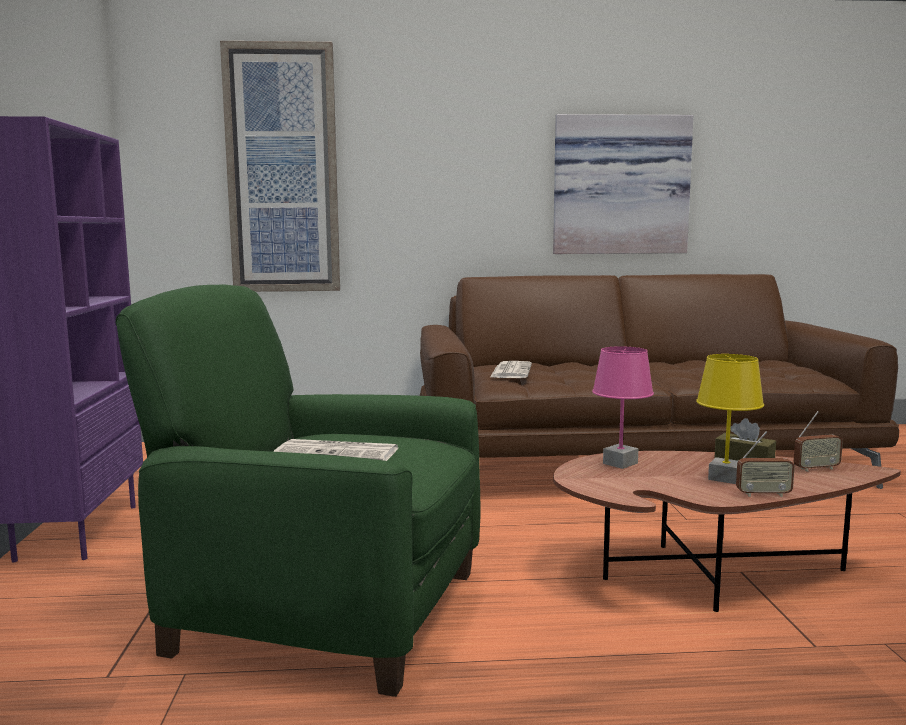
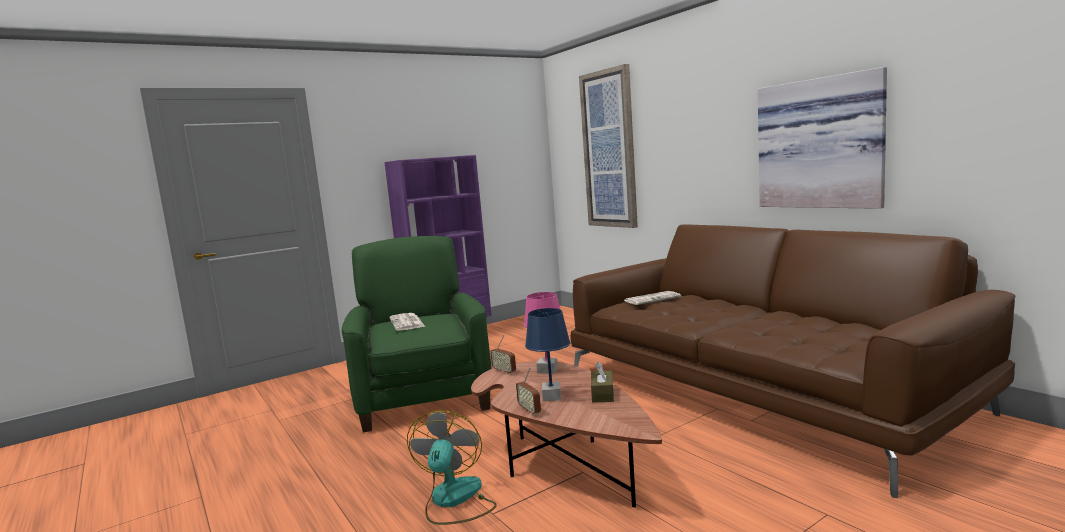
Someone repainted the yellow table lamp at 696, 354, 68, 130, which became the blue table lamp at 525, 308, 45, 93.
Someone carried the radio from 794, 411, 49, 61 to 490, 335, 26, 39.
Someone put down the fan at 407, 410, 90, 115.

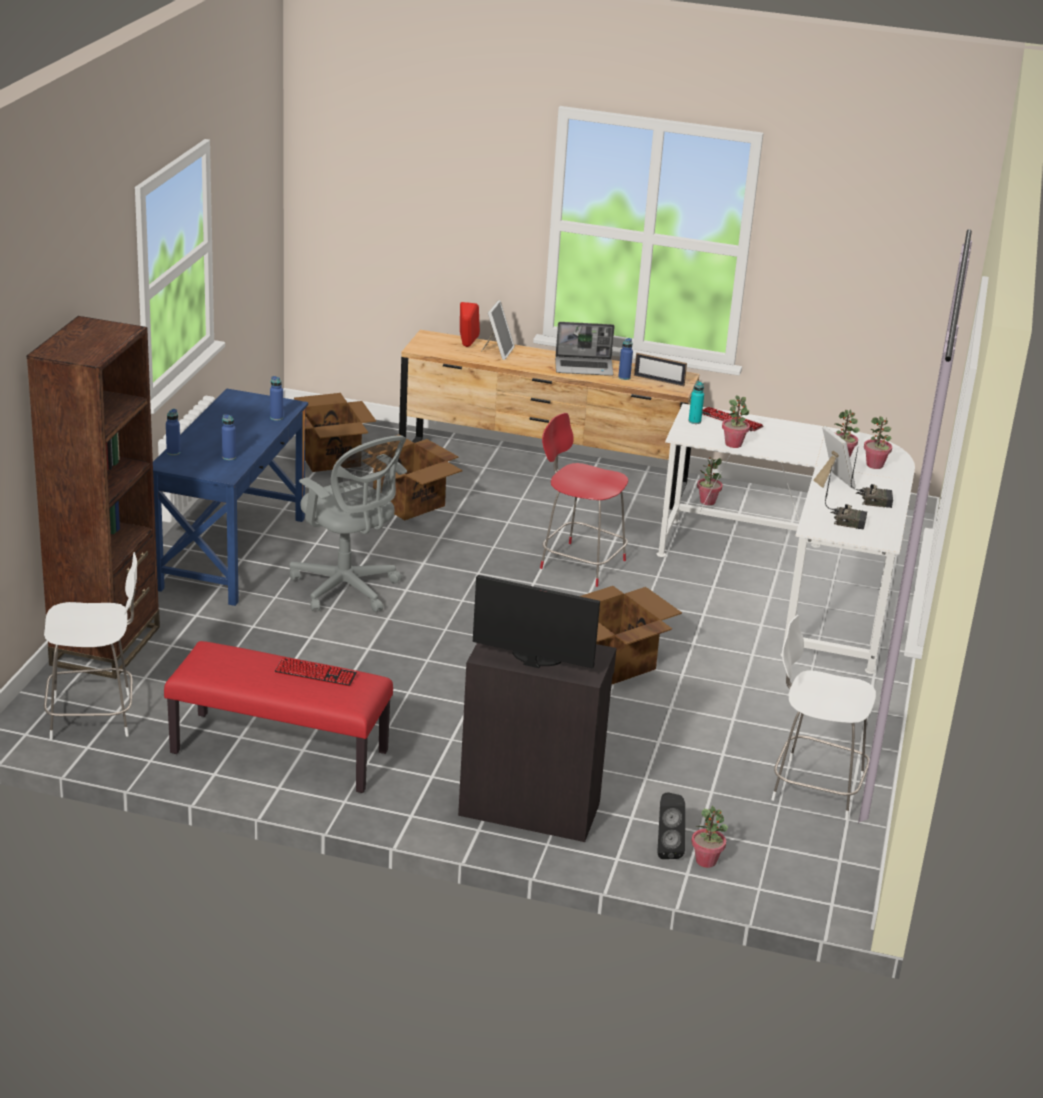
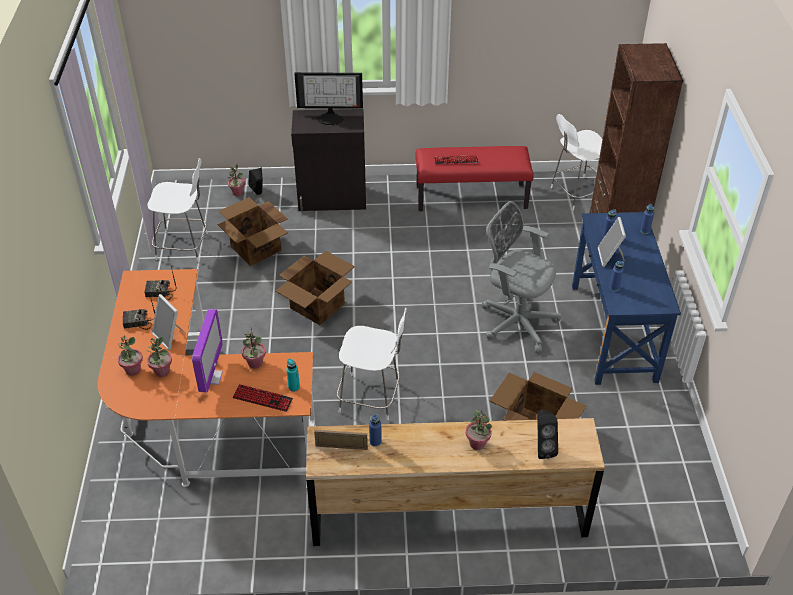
Someone carried the cardboard box from 294, 393, 82, 79 to 218, 197, 70, 69.
Someone repainted the red speaker at 460, 302, 20, 45, which became the black speaker at 538, 410, 20, 49.
Someone carried the picture frame from 481, 300, 34, 60 to 598, 217, 28, 50.
Someone repainted the red chair at 540, 413, 88, 174, which became the white chair at 337, 308, 70, 113.
Someone took away the laptop at 555, 322, 60, 54.
Someone repainted the white desk at 657, 404, 258, 270, which became the orange desk at 98, 269, 217, 218.
Someone carried the potted plant from 697, 457, 26, 48 to 466, 409, 26, 41.
Someone put down the monitor at 192, 309, 31, 84.

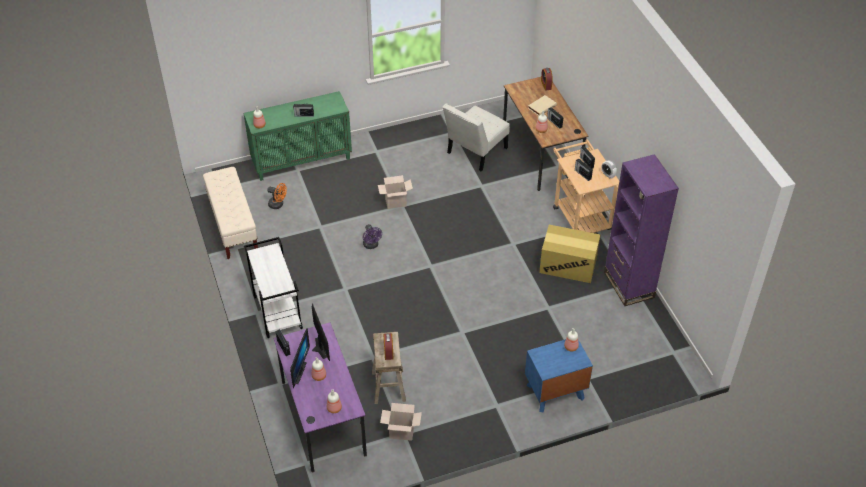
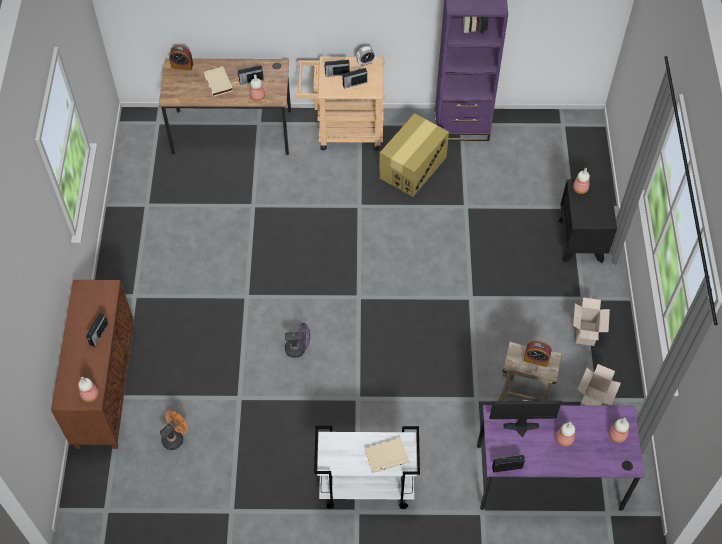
Someone took away the beige bench at 203, 167, 55, 92.
Someone repainted the green cabinet at 244, 91, 108, 90, which became the brown cabinet at 51, 280, 83, 169.
Someone took away the monitor at 290, 328, 20, 60.
Someone carried the cardboard box from 378, 175, 35, 34 to 573, 297, 37, 49.
Someone took away the white chair at 443, 103, 67, 68.
Someone repainted the blue nightstand at 525, 339, 68, 74, which became the black nightstand at 558, 179, 59, 84.
Someone put down the beige book at 365, 438, 44, 35.

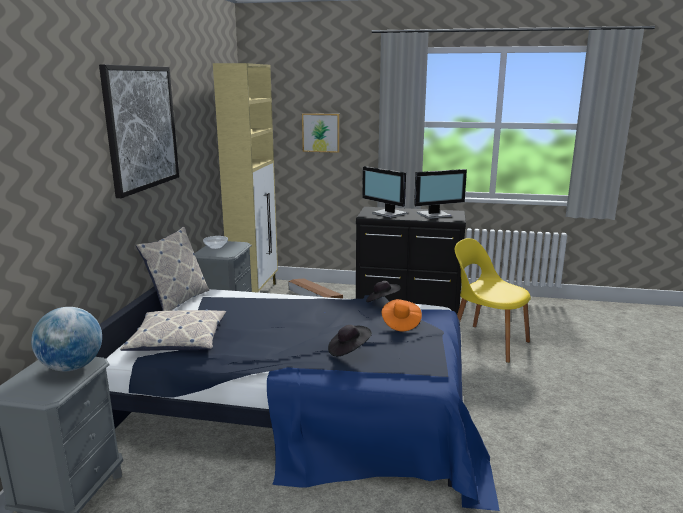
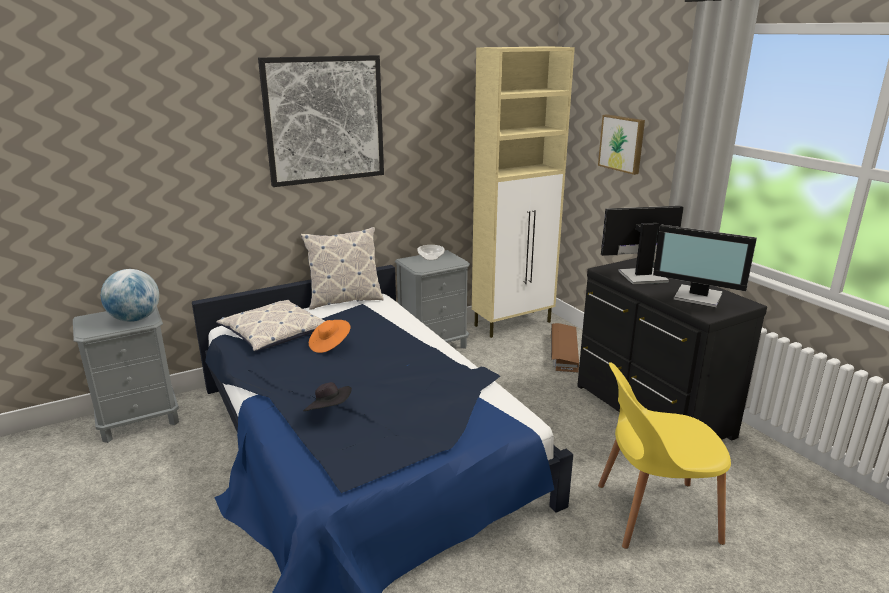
Someone rotated the monitor at 362, 166, 45, 52 by 75 degrees clockwise.
Someone took away the black hat at 366, 281, 35, 21.
Someone carried the orange hat from 382, 299, 40, 32 to 309, 320, 42, 33.
Someone rotated the yellow chair at 455, 238, 76, 125 by 90 degrees counterclockwise.

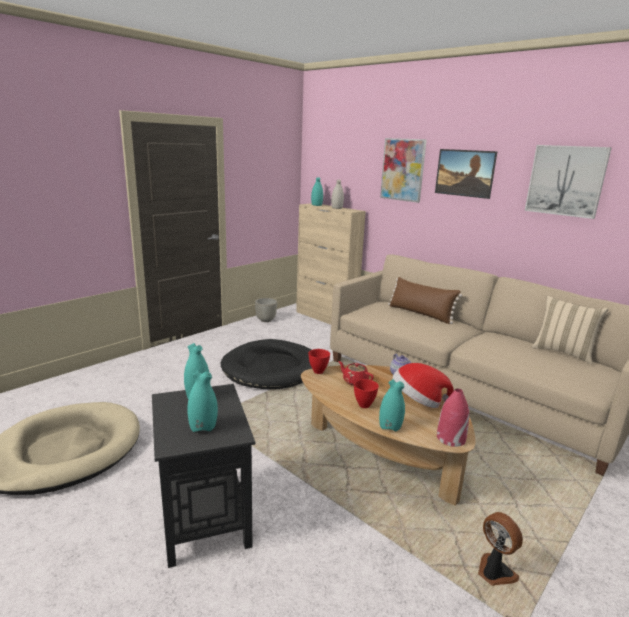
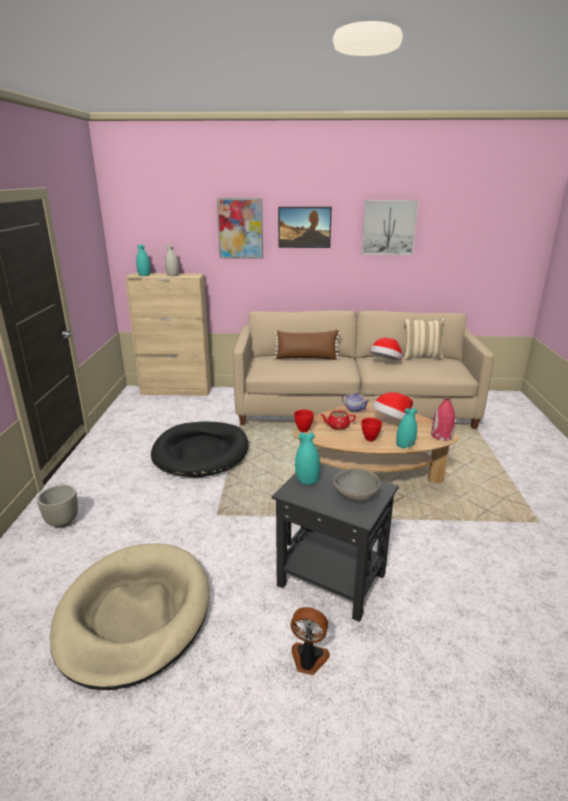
Someone swapped the turquoise vase at 187, 370, 31, 62 for the grey bowl at 333, 468, 47, 34.
Someone carried the grey planter from 255, 298, 22, 24 to 37, 485, 41, 43.
Someone carried the fan from 478, 512, 45, 74 to 290, 607, 40, 68.
Someone put down the hat at 370, 338, 32, 22.

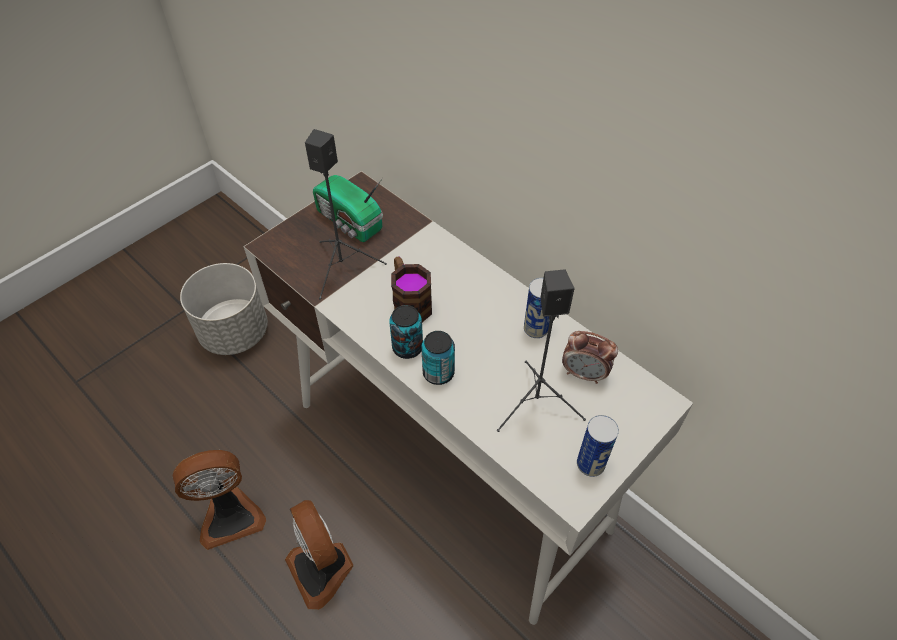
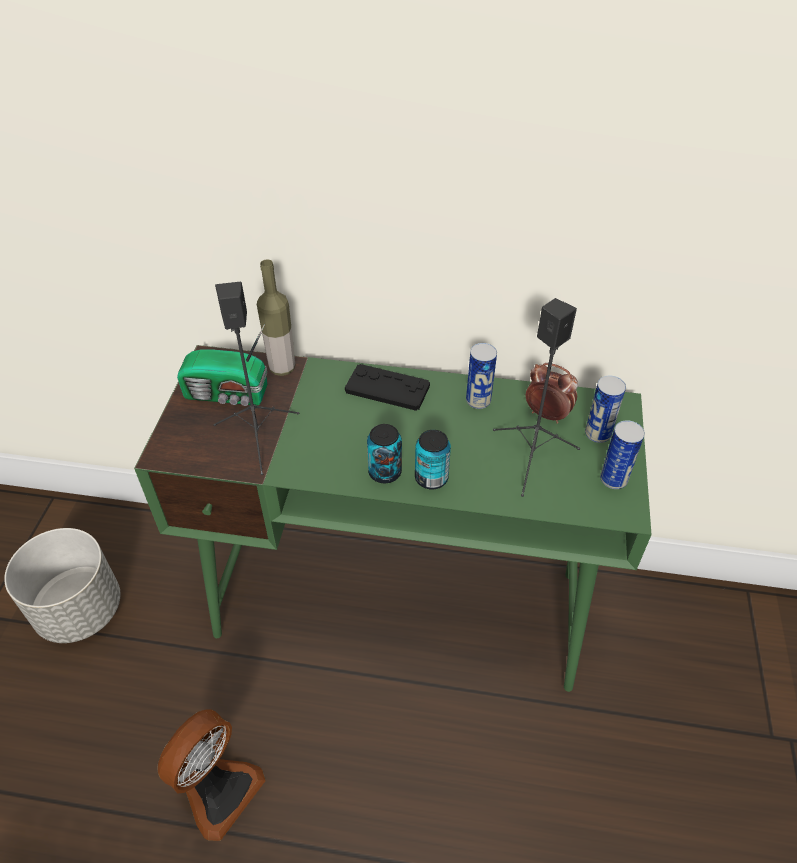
Someone repainted the white desk at 244, 171, 449, 454, which became the green desk at 134, 345, 518, 347.
Someone took away the fan at 285, 500, 68, 110.
Someone took away the mug at 391, 257, 41, 65.
Someone rotated the alarm clock at 562, 331, 56, 53 by 135 degrees counterclockwise.
Someone put down the bottle at 257, 259, 38, 117.
Someone put down the black game controller at 345, 364, 85, 47.
Someone put down the can at 585, 376, 41, 67.

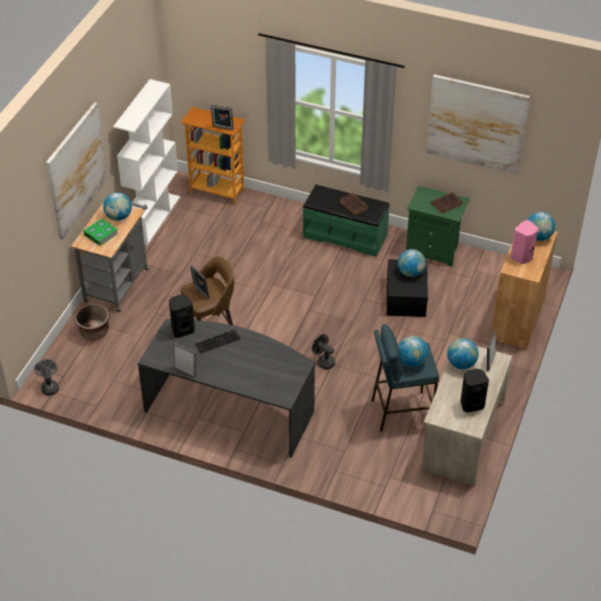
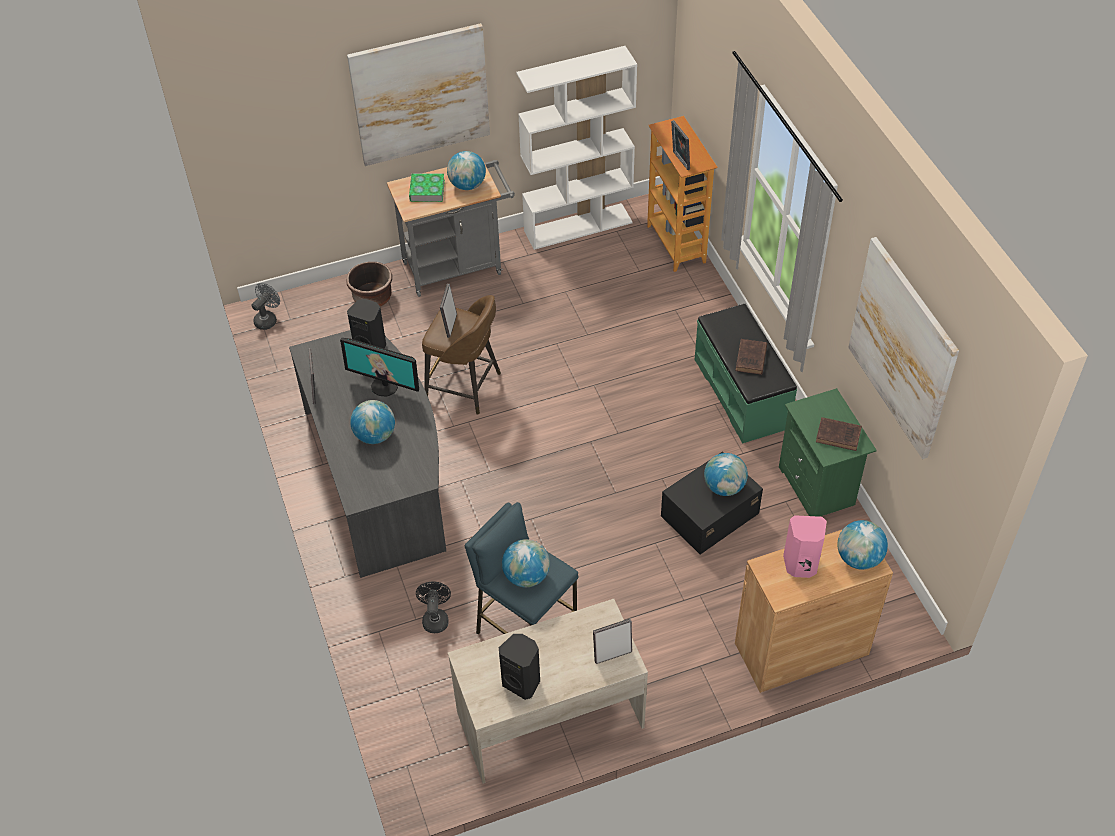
Someone swapped the keyboard at 195, 329, 46, 25 for the monitor at 340, 338, 79, 58.
Someone carried the black fan from 312, 334, 23, 36 to 416, 582, 35, 51.
Someone carried the globe from 447, 338, 32, 31 to 350, 400, 45, 44.

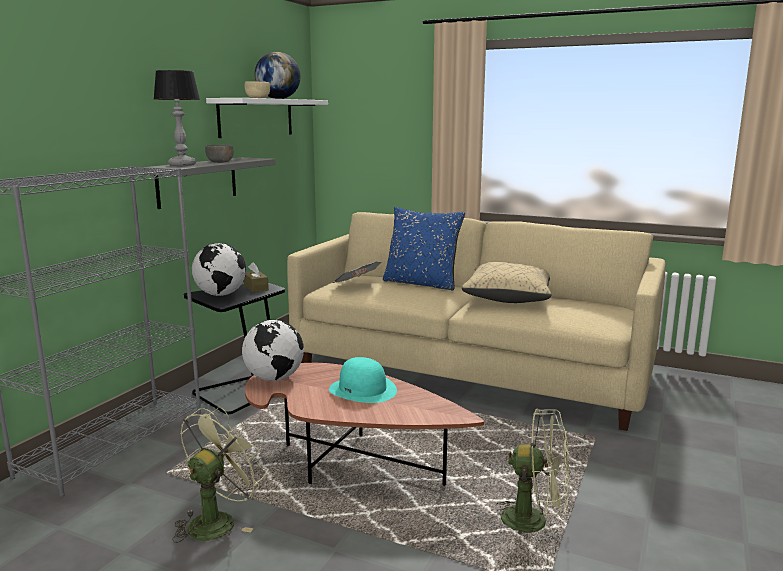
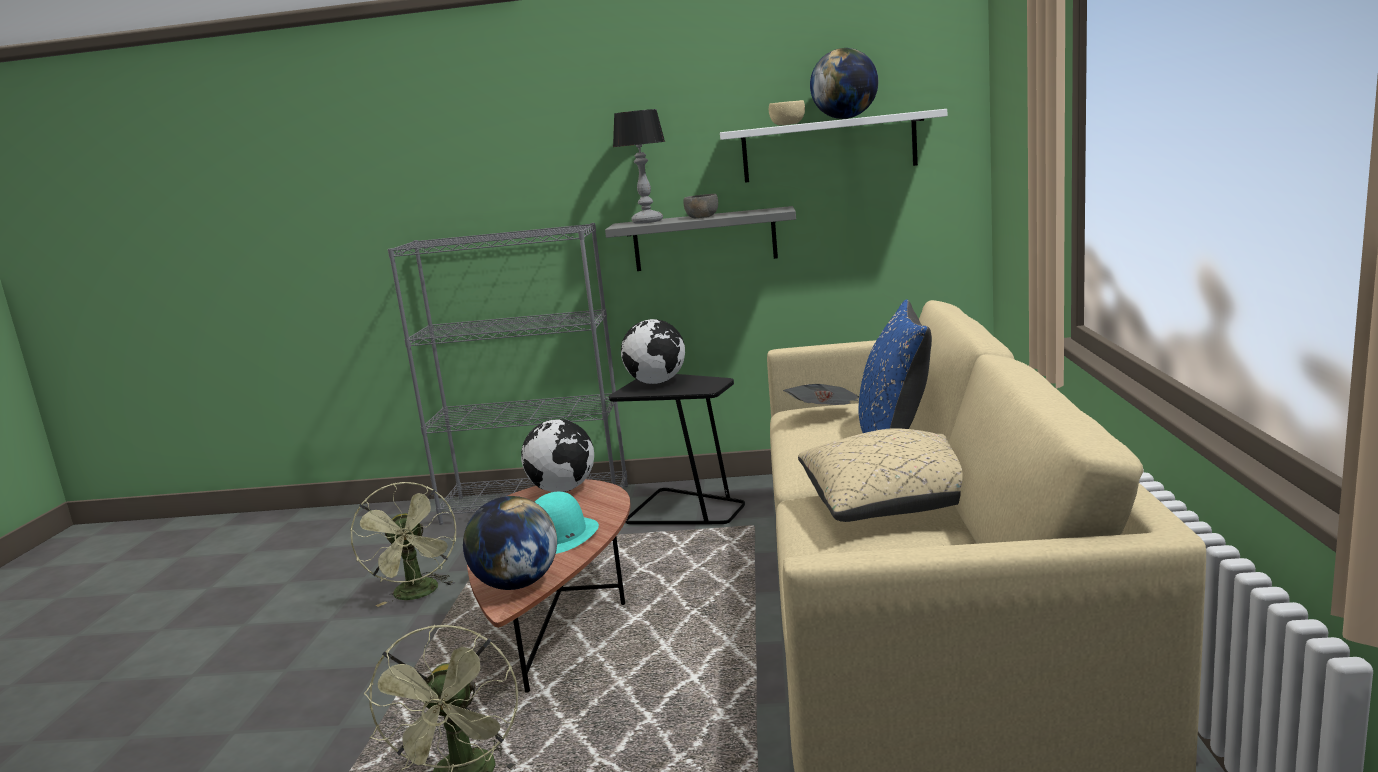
Someone rotated the green fan at 172, 407, 95, 136 by 60 degrees clockwise.
Someone took away the brown tissue box at 244, 262, 25, 30.
Someone put down the globe at 463, 496, 94, 94.

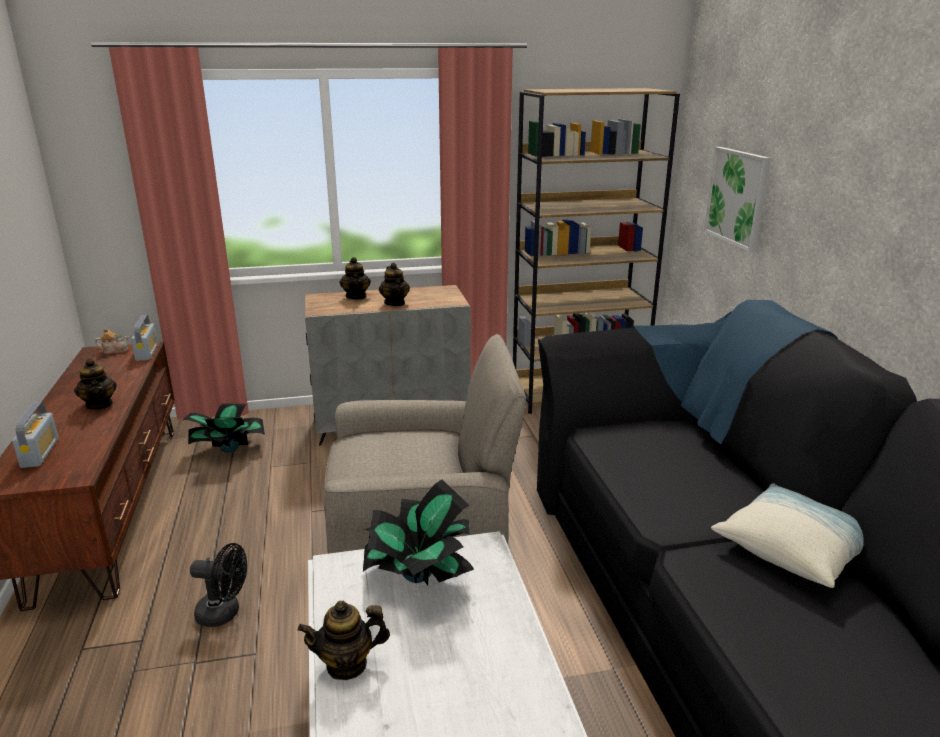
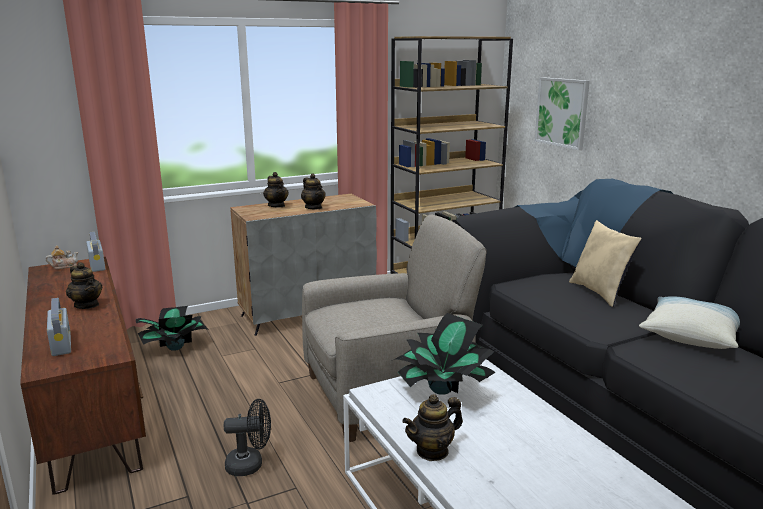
Someone put down the beige pillow at 569, 220, 73, 87.

